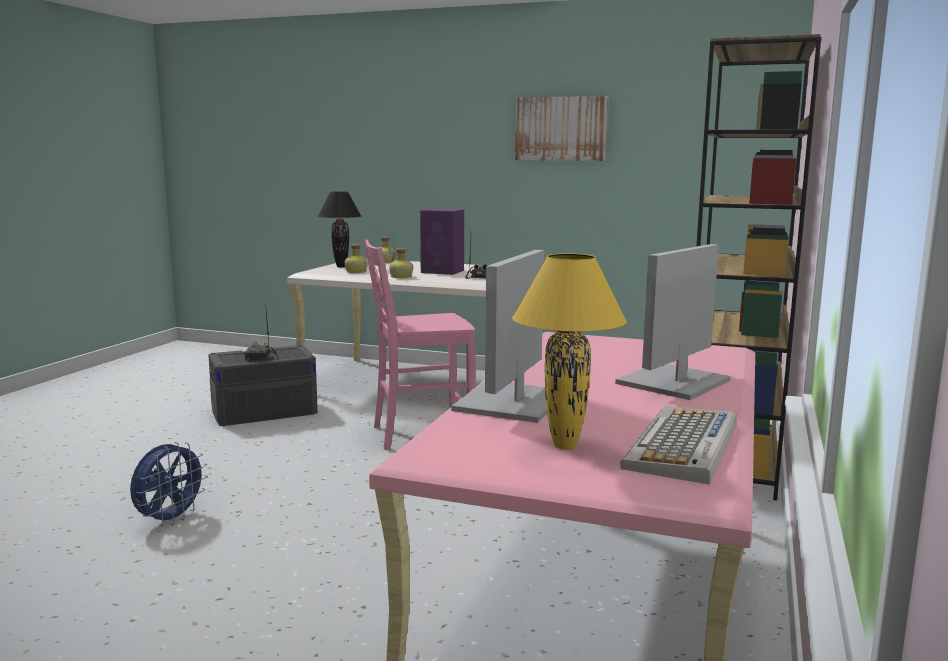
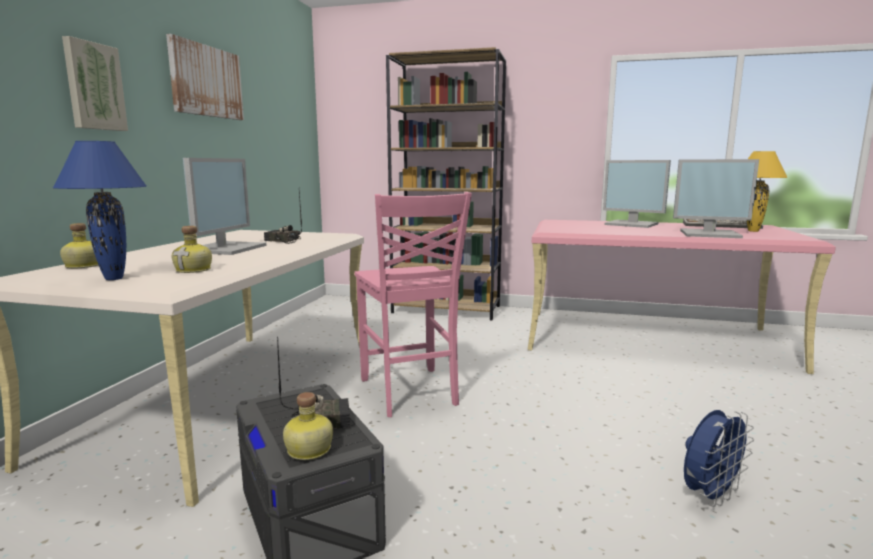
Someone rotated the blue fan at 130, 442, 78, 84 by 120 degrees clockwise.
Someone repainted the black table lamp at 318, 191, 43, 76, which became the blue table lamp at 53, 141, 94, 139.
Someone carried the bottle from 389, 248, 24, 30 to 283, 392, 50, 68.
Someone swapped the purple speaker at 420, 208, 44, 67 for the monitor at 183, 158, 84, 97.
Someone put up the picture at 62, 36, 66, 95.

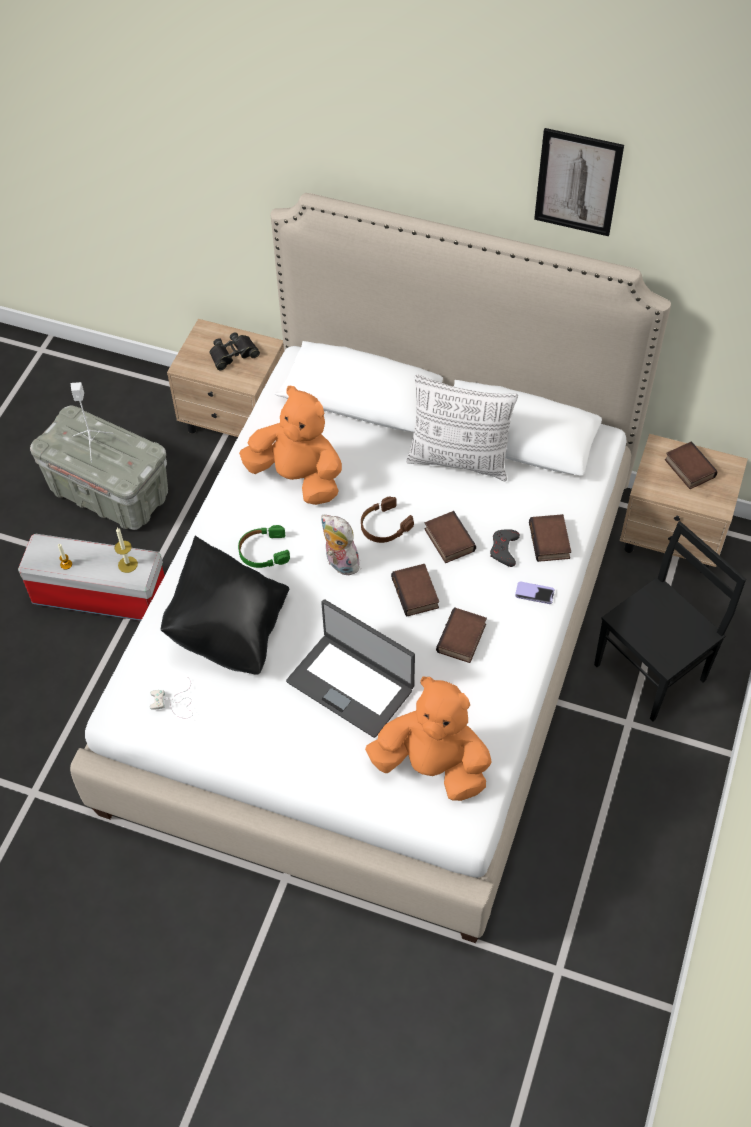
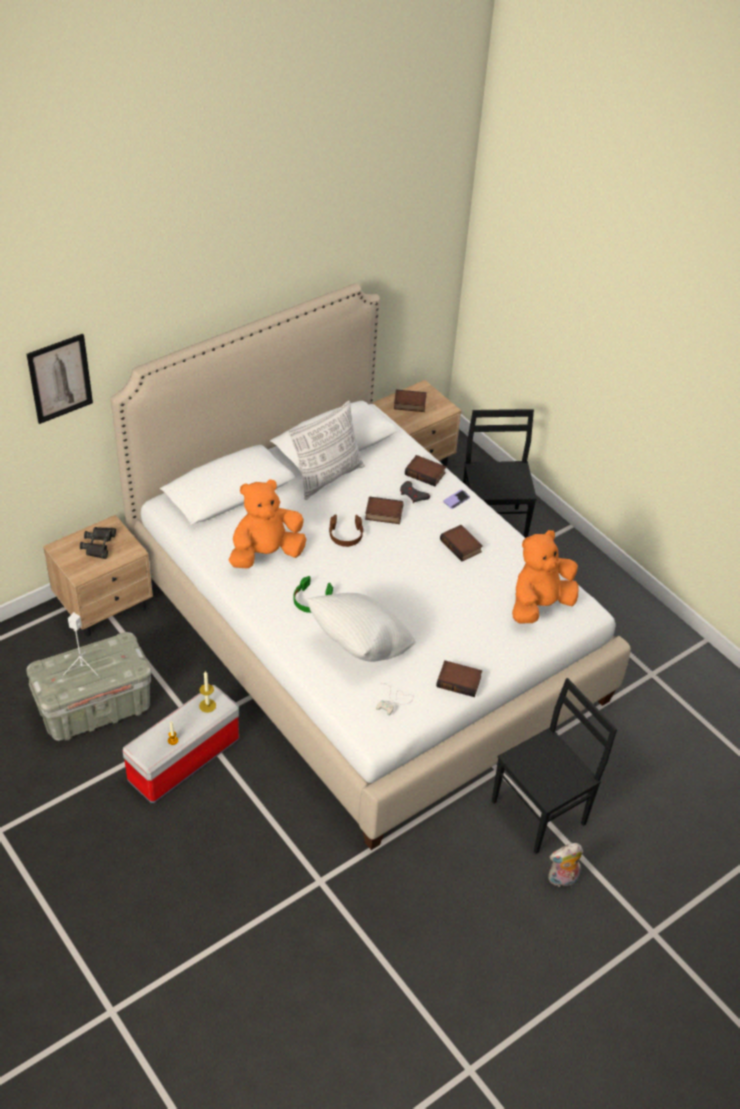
Someone repainted the black pillow at 161, 535, 128, 140, which became the white pillow at 307, 593, 109, 69.
Someone took away the laptop at 286, 599, 129, 139.
Someone carried the plush toy from 321, 515, 39, 60 to 548, 843, 35, 44.
Someone carried the book from 391, 564, 48, 53 to 436, 660, 46, 37.
Someone carried the picture from 534, 128, 90, 108 to 27, 334, 66, 90.
Someone put down the black chair at 492, 678, 125, 176.

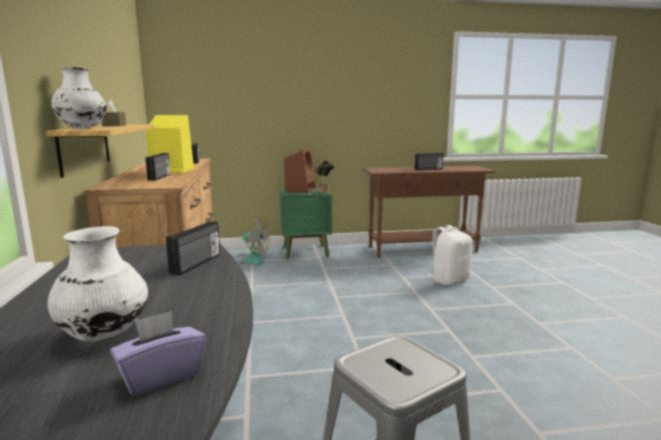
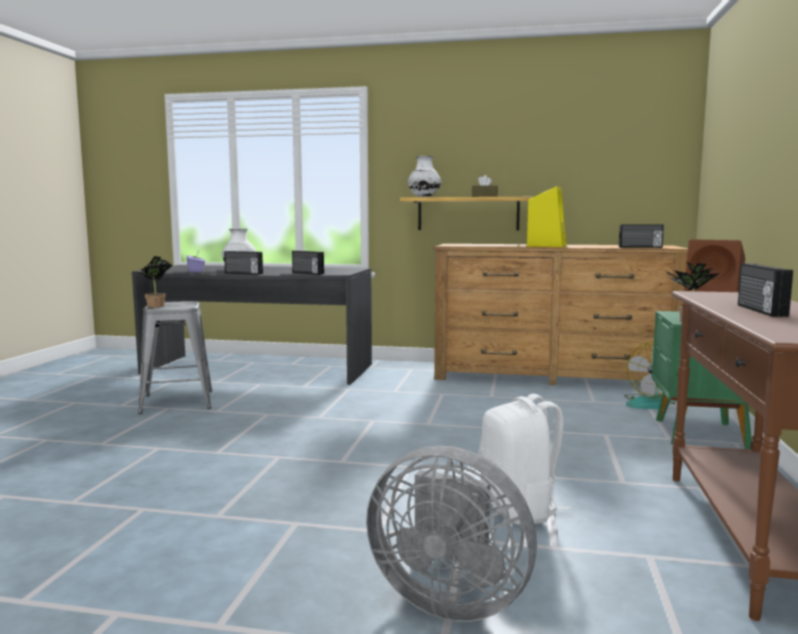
Someone carried the radio from 145, 153, 25, 28 to 224, 251, 39, 24.
Someone put down the potted plant at 135, 256, 38, 52.
Someone put down the grey fan at 366, 445, 171, 177.

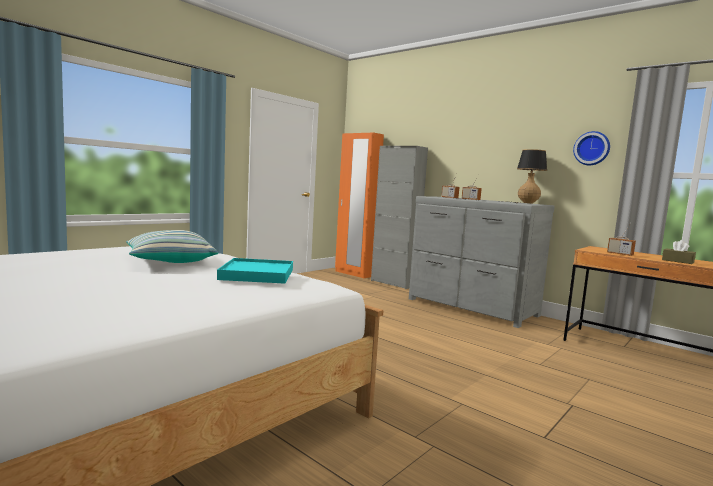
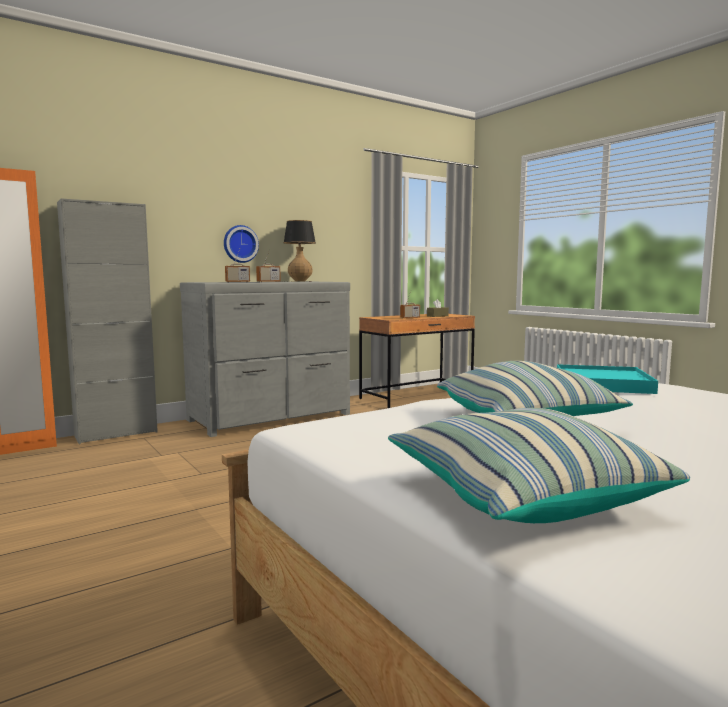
Someone carried the wall clock from 573, 131, 37, 34 to 224, 225, 35, 38.
Someone put down the pillow at 388, 408, 302, 115.

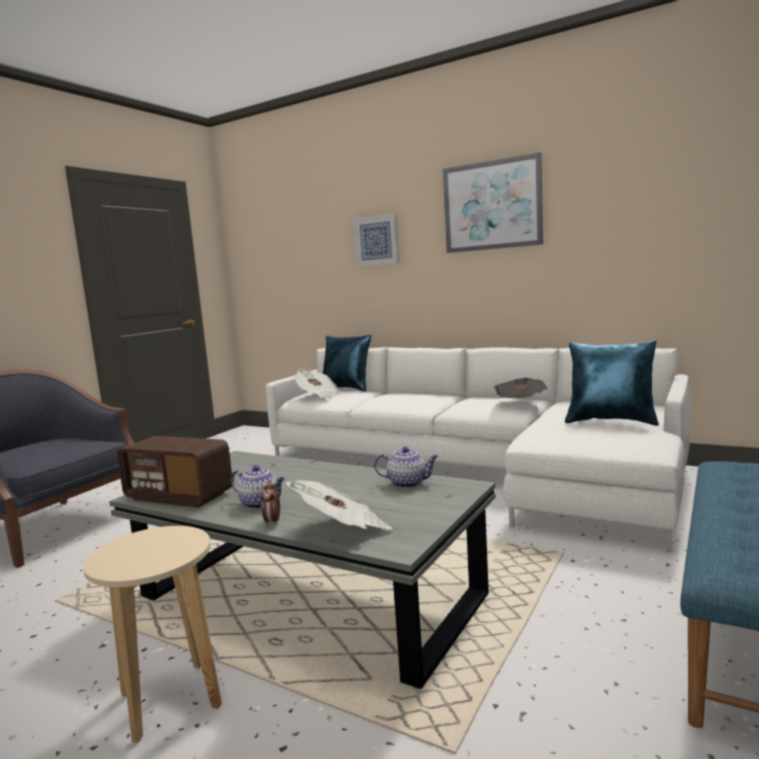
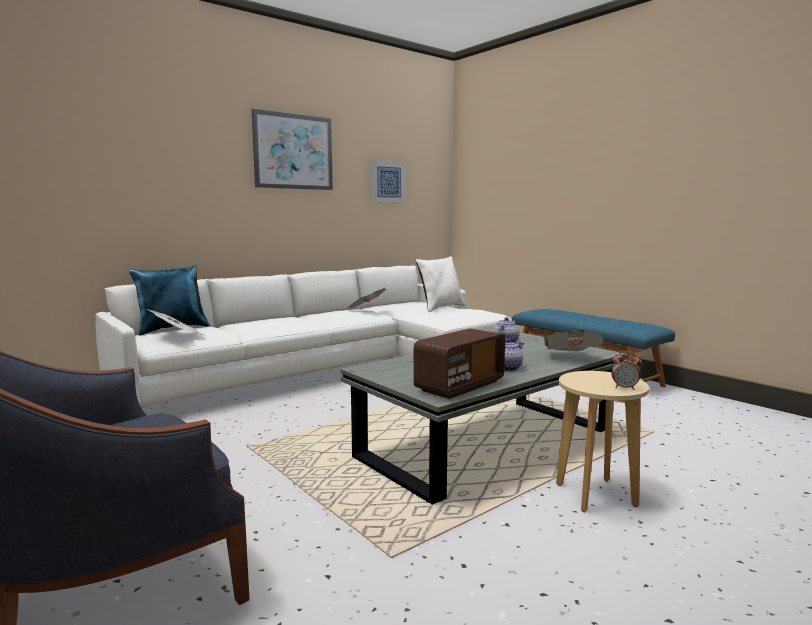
Someone carried the alarm clock from 261, 479, 19, 48 to 611, 351, 31, 39.
Someone carried the picture from 353, 213, 46, 54 to 371, 160, 34, 43.
Someone repainted the blue pillow at 565, 340, 94, 86, which became the white pillow at 415, 256, 51, 56.

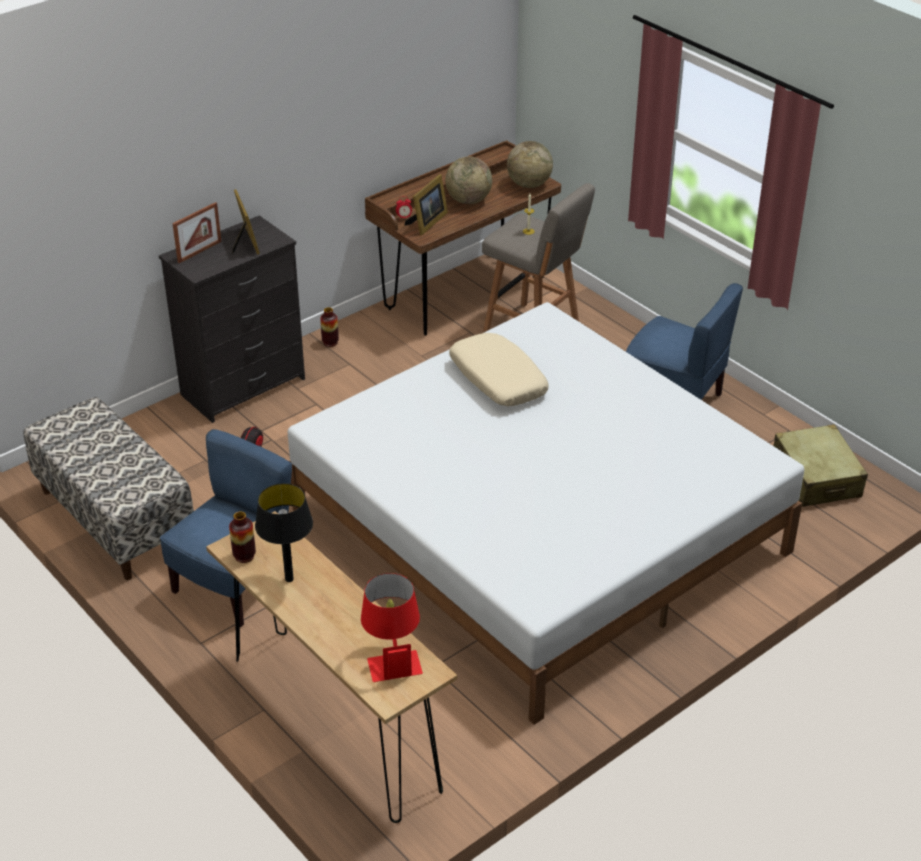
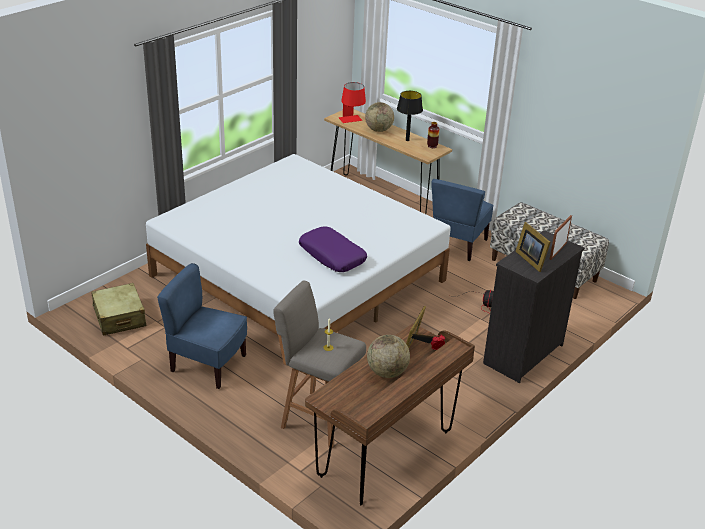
Someone took away the vase at 320, 307, 19, 40.
Someone repainted the beige pillow at 449, 333, 100, 73, which became the purple pillow at 299, 227, 68, 45.
Someone carried the globe from 507, 141, 46, 47 to 365, 102, 29, 30.

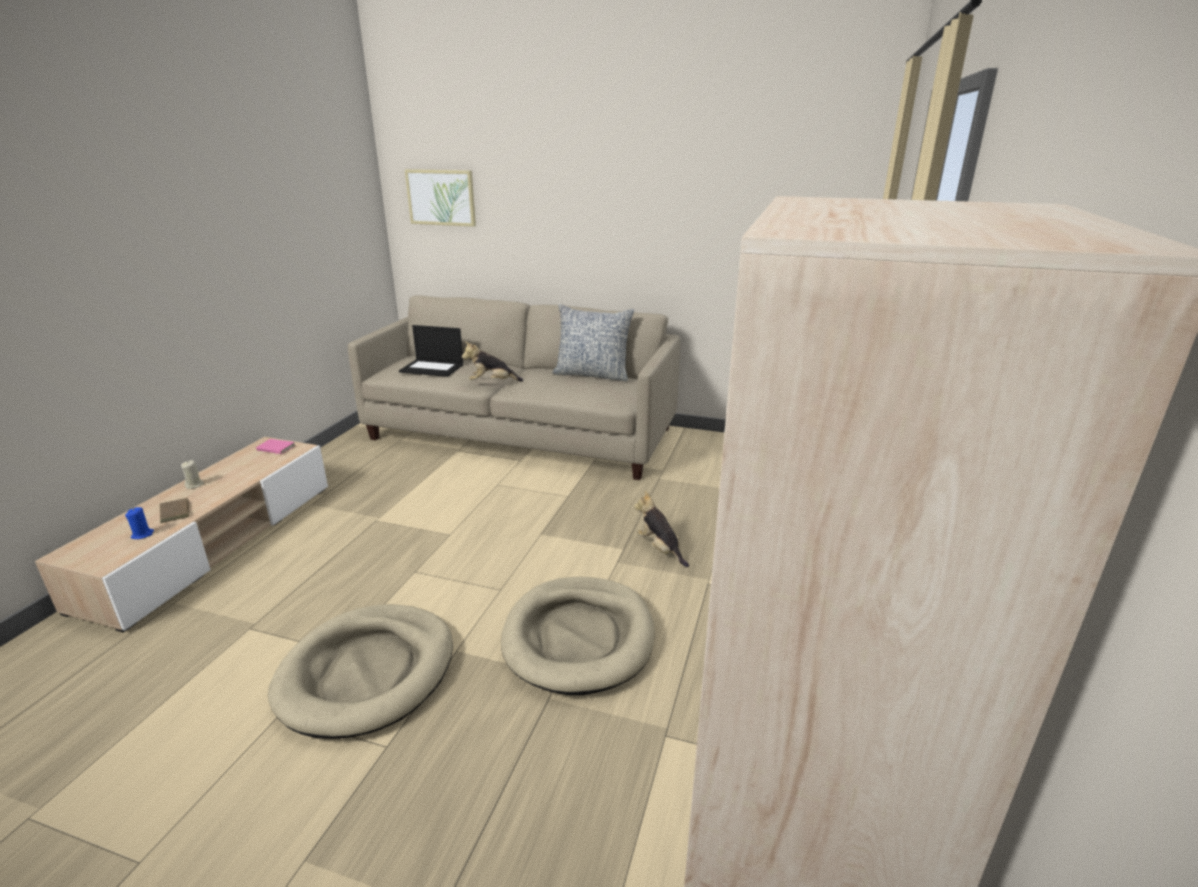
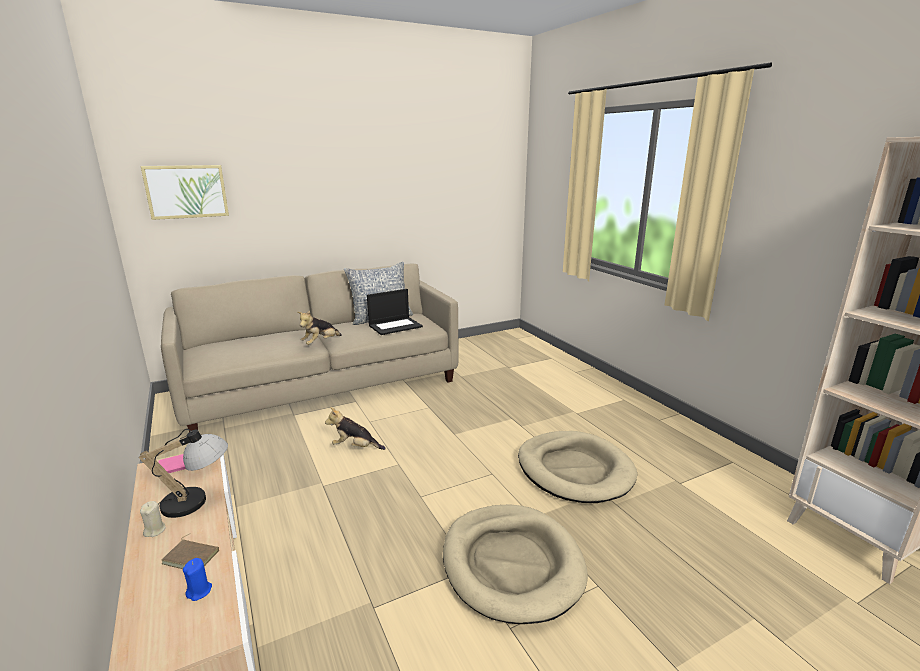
Someone carried the laptop from 399, 325, 64, 52 to 367, 289, 56, 46.
Someone carried the plush toy from 634, 491, 55, 76 to 325, 407, 61, 43.
Someone put down the table lamp at 139, 429, 89, 89.

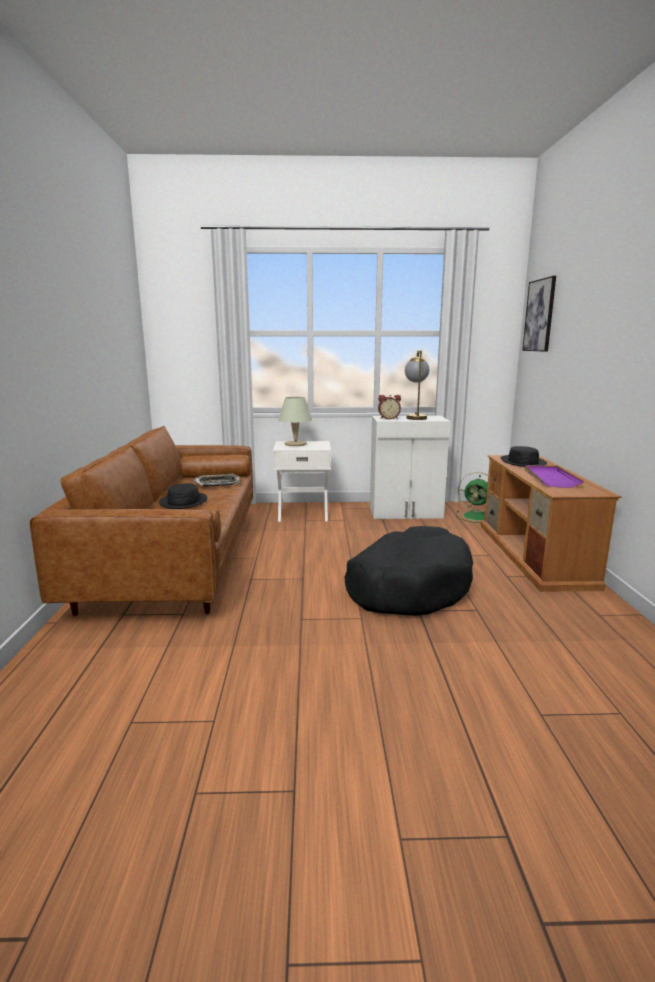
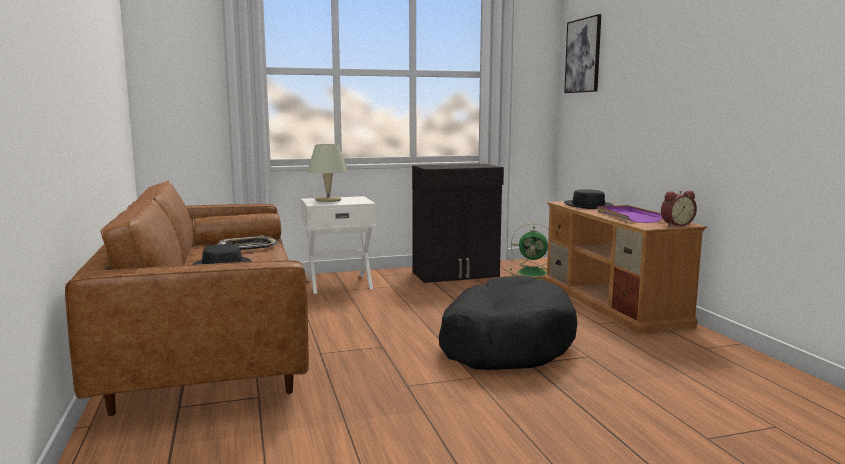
Someone repainted the white cabinet at 370, 416, 81, 103, which became the black cabinet at 412, 164, 92, 119.
Someone carried the alarm clock from 378, 395, 23, 24 to 661, 191, 36, 35.
Someone took away the table lamp at 405, 350, 24, 70.

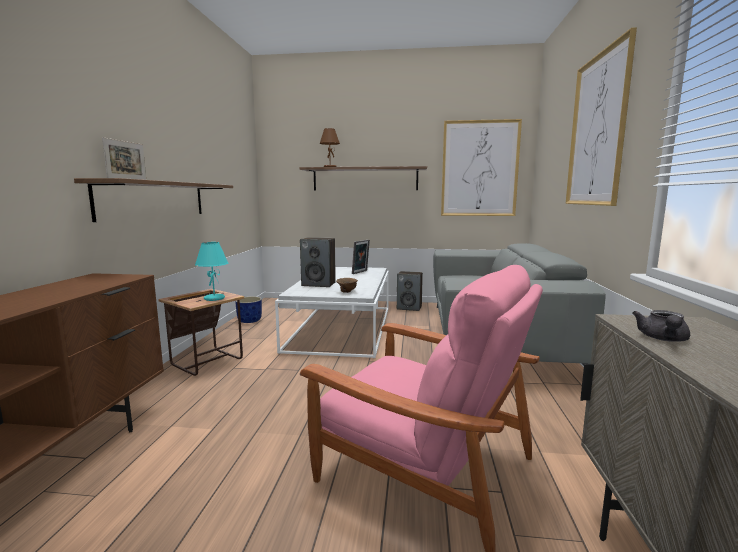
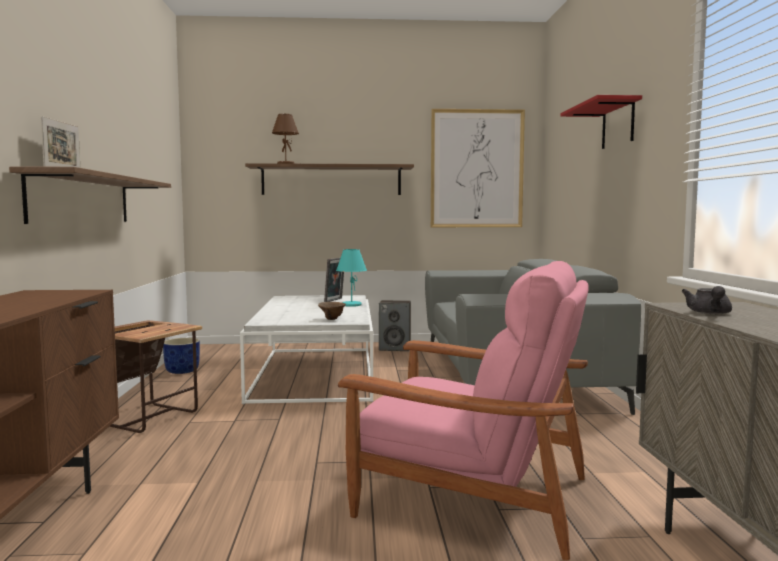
Someone carried the turquoise table lamp from 195, 242, 33, 59 to 336, 249, 31, 58.
Someone took away the speaker at 300, 237, 36, 50.
Someone swapped the picture at 566, 27, 71, 179 for the red shelf at 560, 95, 82, 54.

